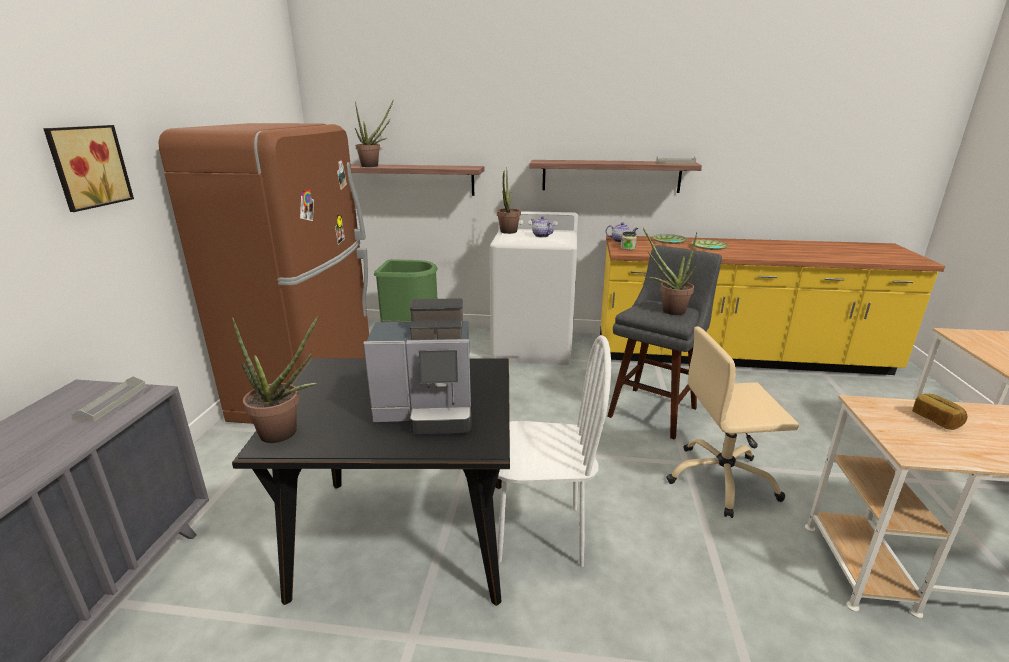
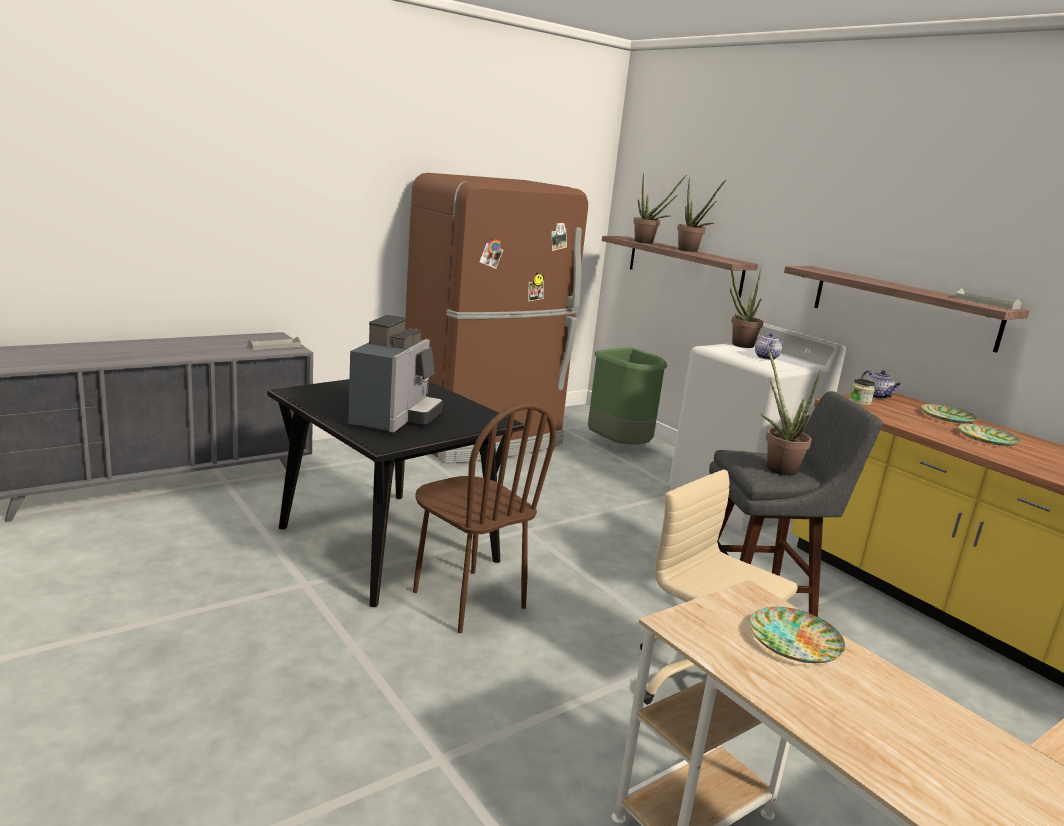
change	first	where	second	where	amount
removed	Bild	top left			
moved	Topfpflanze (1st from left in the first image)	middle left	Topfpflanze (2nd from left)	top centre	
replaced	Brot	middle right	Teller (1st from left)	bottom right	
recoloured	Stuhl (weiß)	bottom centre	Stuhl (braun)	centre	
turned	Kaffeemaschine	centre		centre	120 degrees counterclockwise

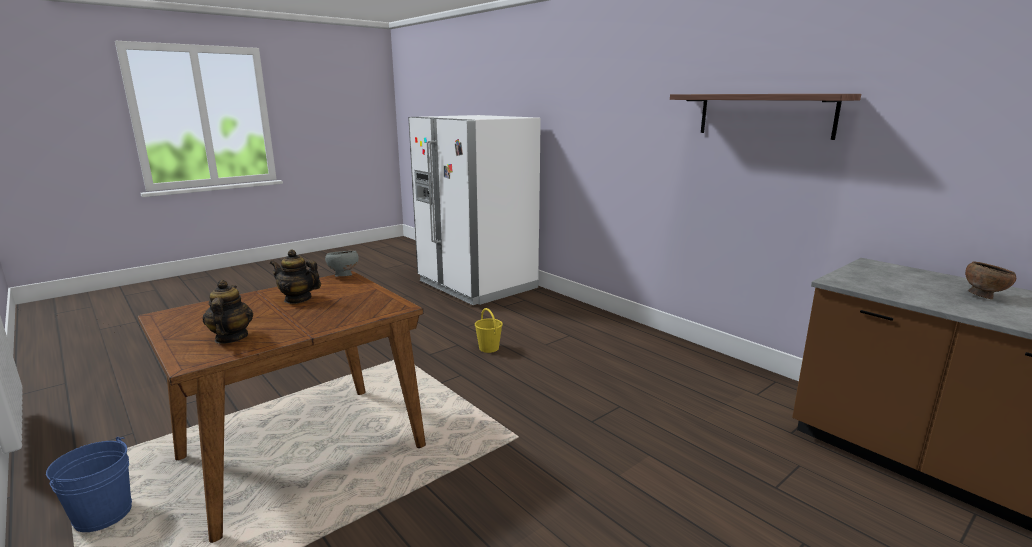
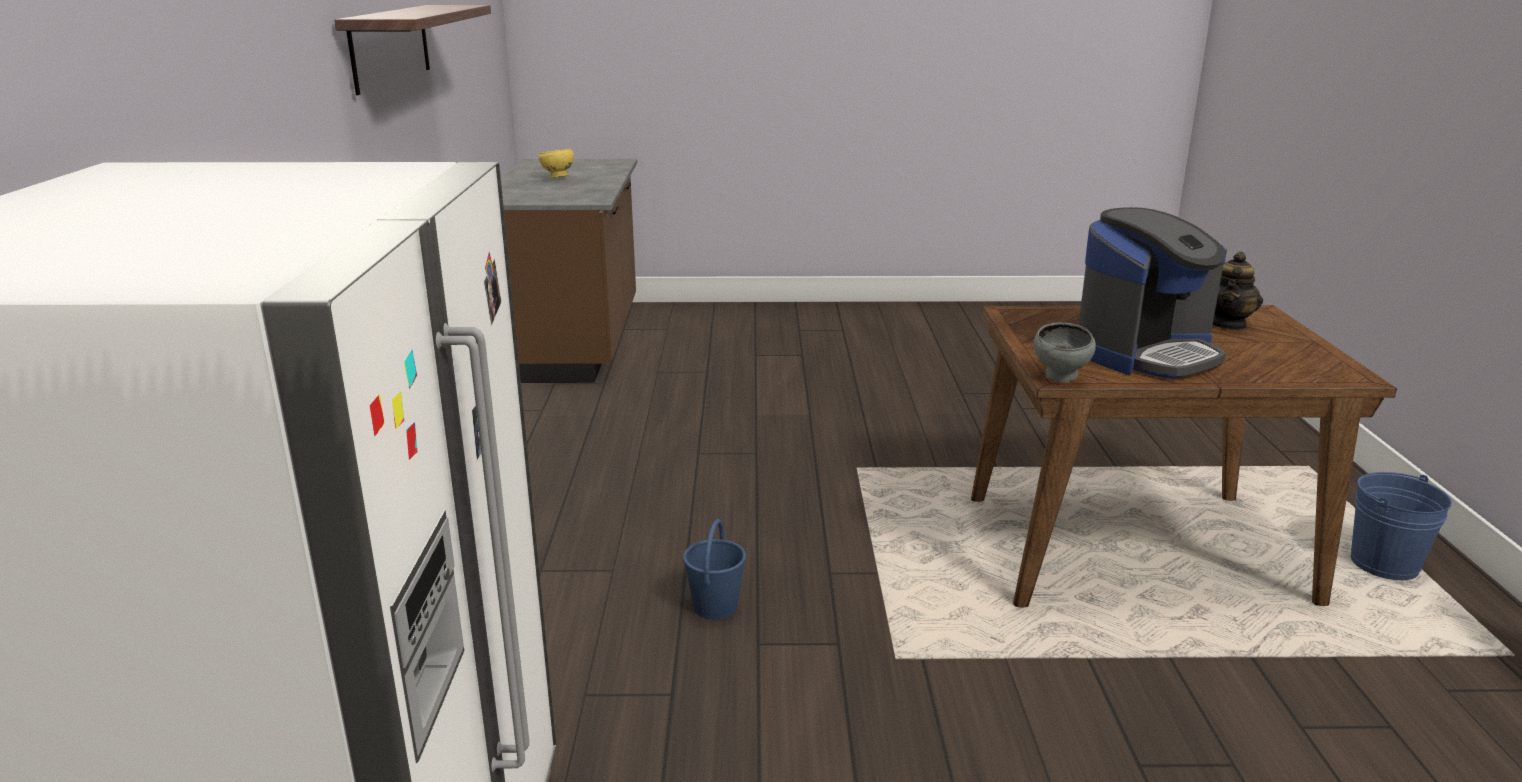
change	first	where	second	where	amount
replaced	Teekanne (2nd from left)	middle left	Kaffeemaschine	middle right	
recoloured	Eimer (gelb)	centre	Eimer (blau) (1st from left)	bottom centre	
recoloured	Schüssel (braun)	middle right	Schüssel (gelb)	top centre	

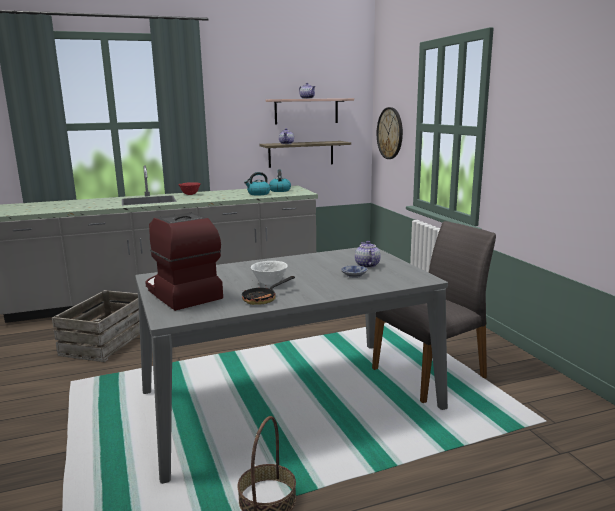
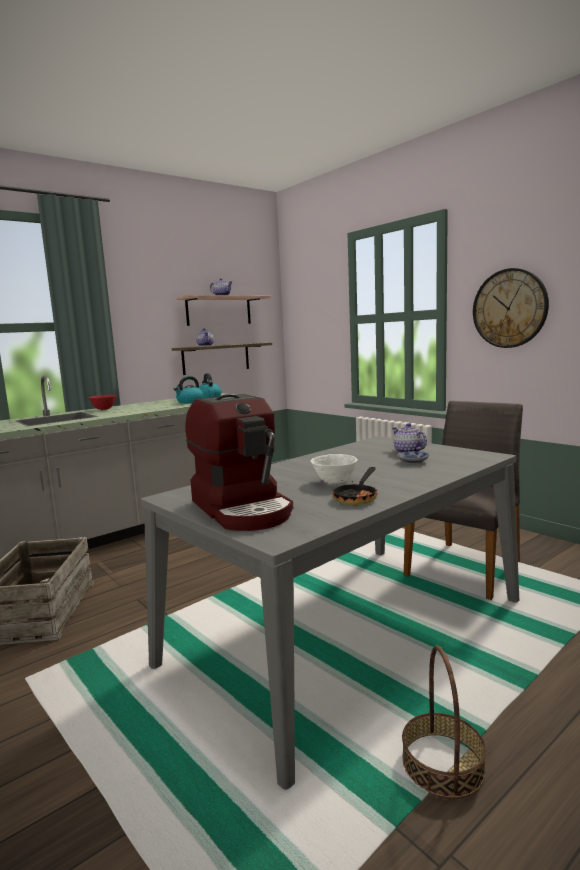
change	first	where	second	where	amount
moved	Wanduhr	top centre		middle right	
turned	Kaffeemaschine	middle left		centre	150 degrees counterclockwise

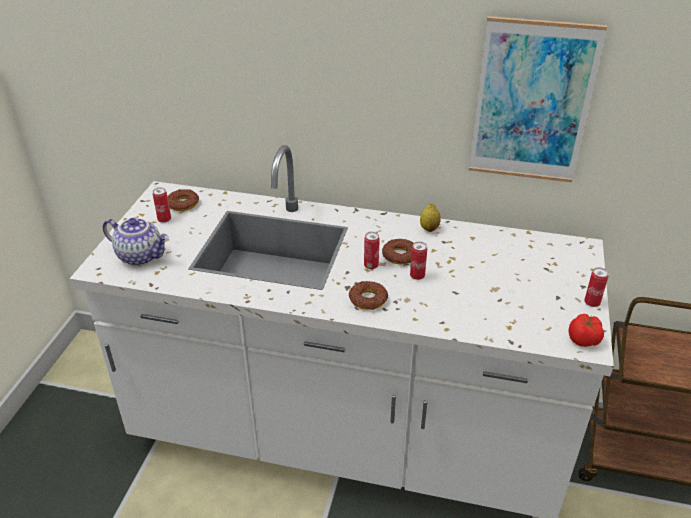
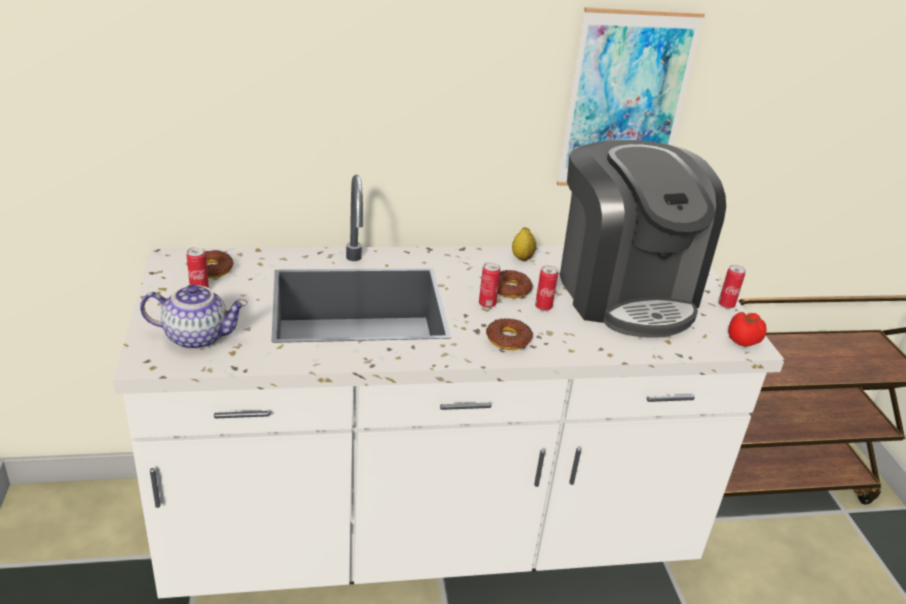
change	first	where	second	where	amount
added			Kaffeemaschine	middle right	

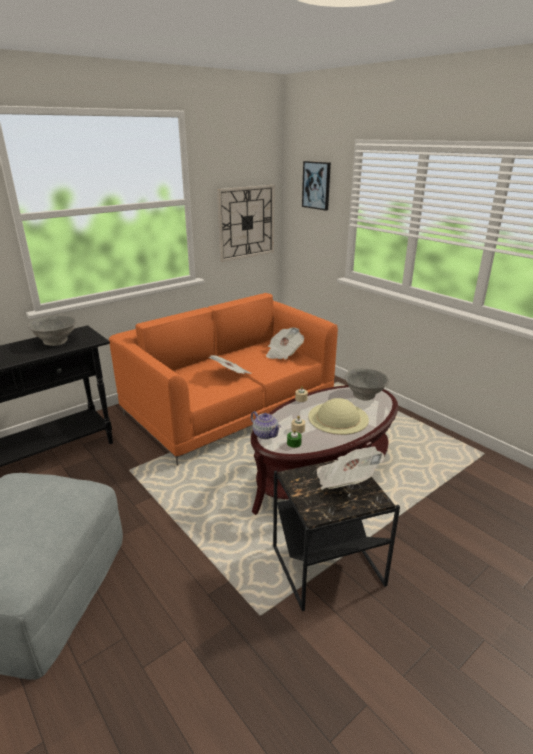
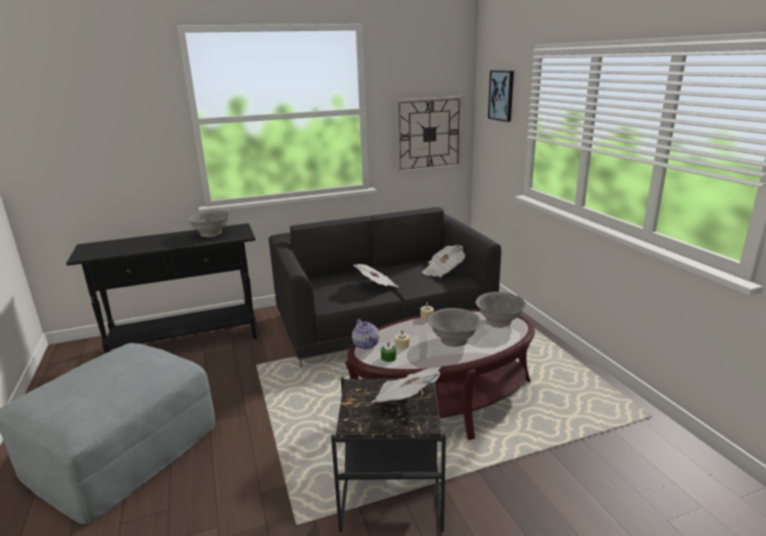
change	first	where	second	where	amount
replaced	Hut (beige)	centre	Schüssel (grau) (2nd from left)	centre	
recoloured	Sofa (orange)	centre	Sofa (schwarz)	centre	

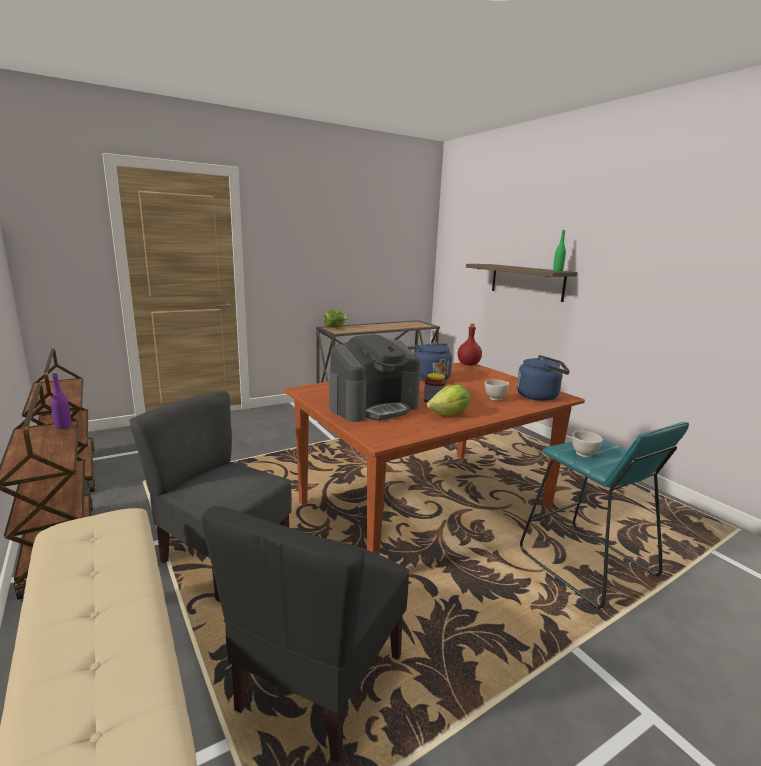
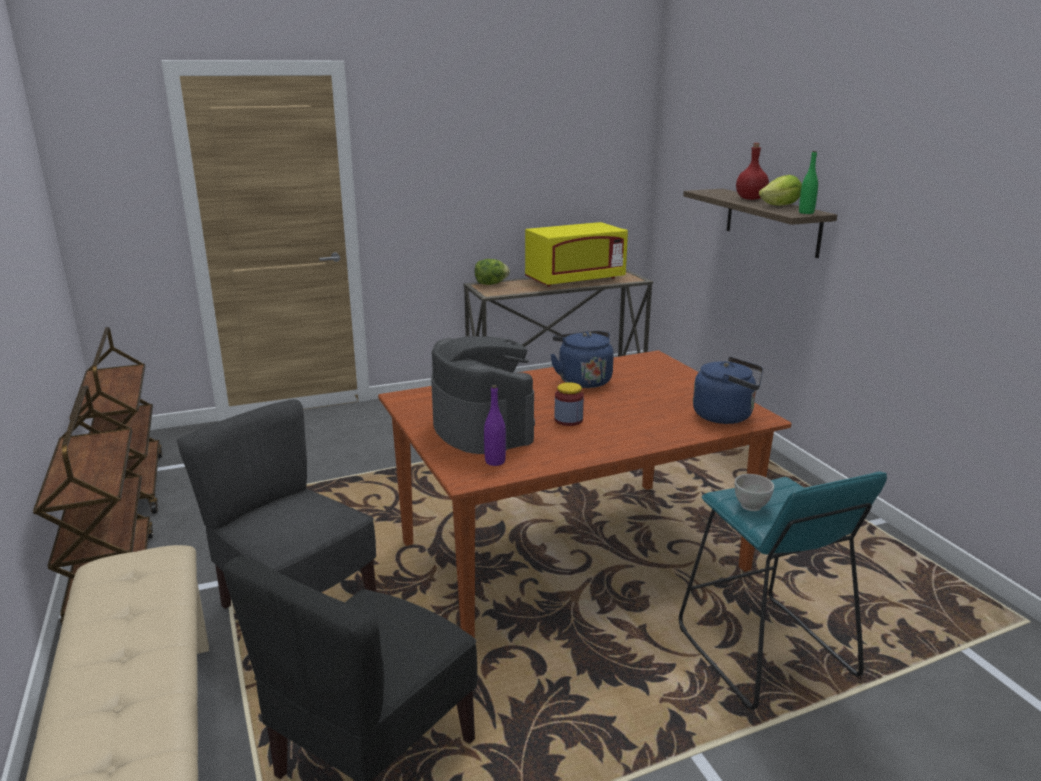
change	first	where	second	where	amount
removed	Schüssel (weiß) (1st from left)	centre			
added			Mikrowelle (gelb)	top centre	
moved	Flasche (lila)	middle left		centre	
moved	Salatkopf (2nd from left)	centre		top right	
moved	Flasche (rot)	centre		top right	
turned	Kaffeemaschine	centre		centre	90 degrees counterclockwise

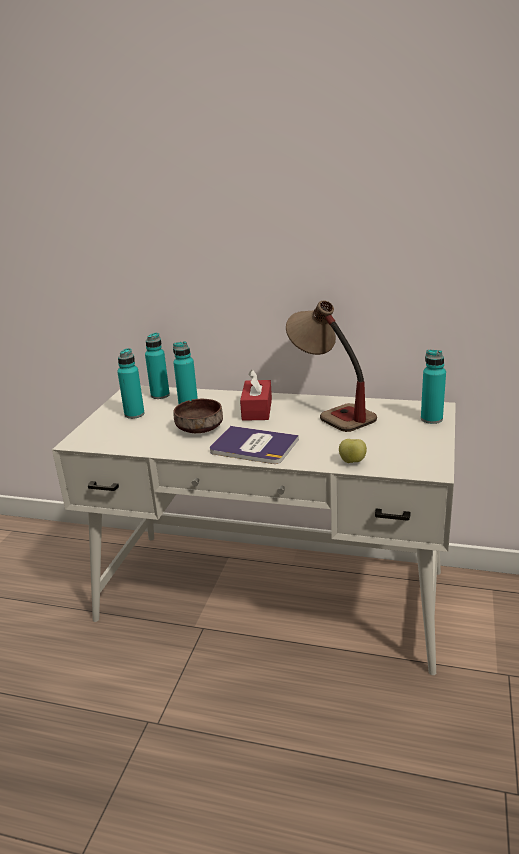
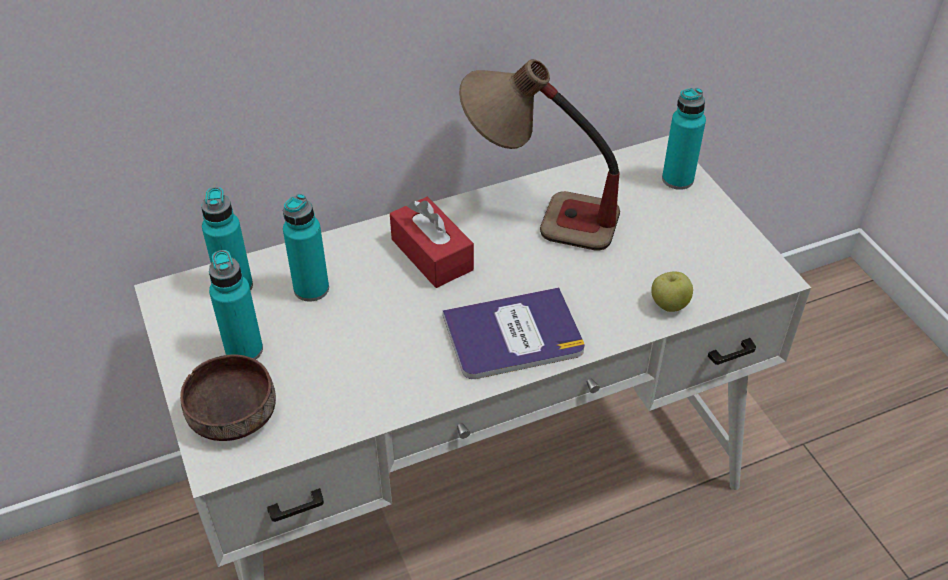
change	first	where	second	where	amount
moved	Schüssel (braun)	centre		bottom left	

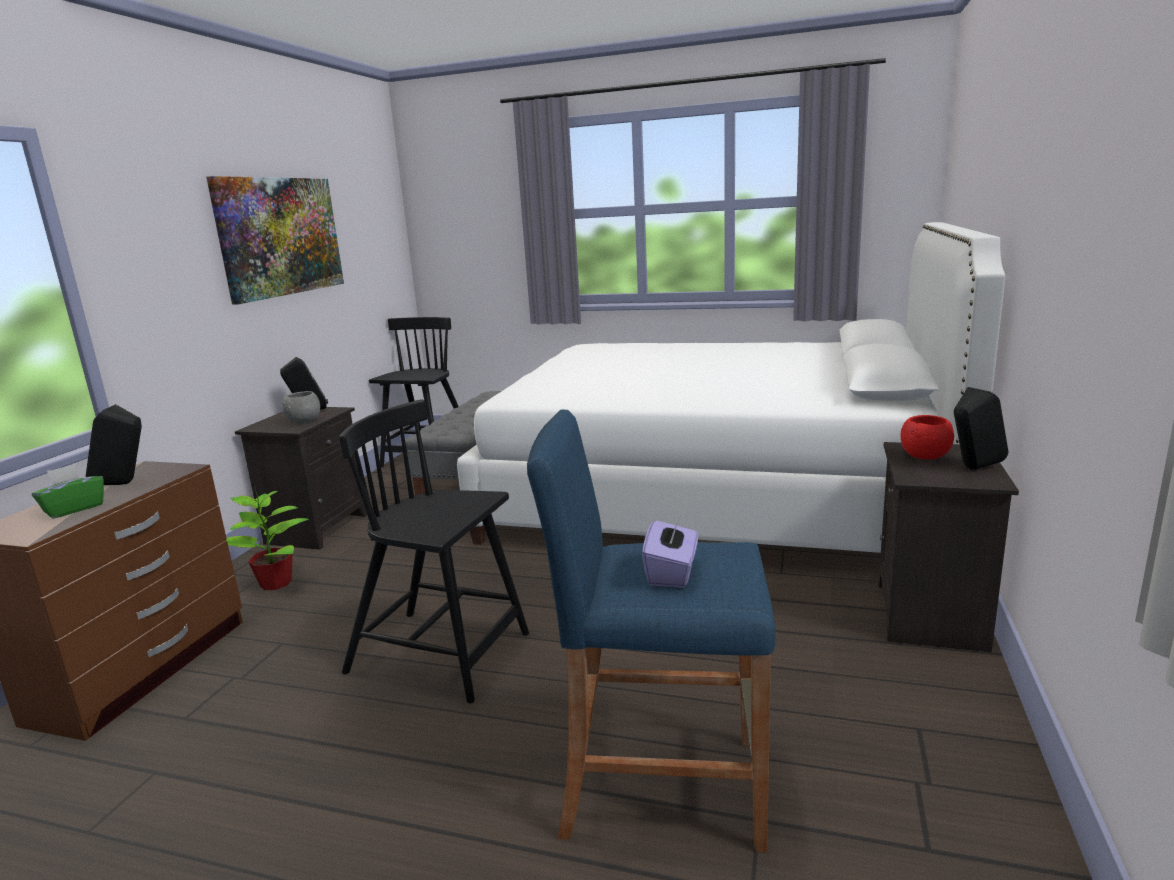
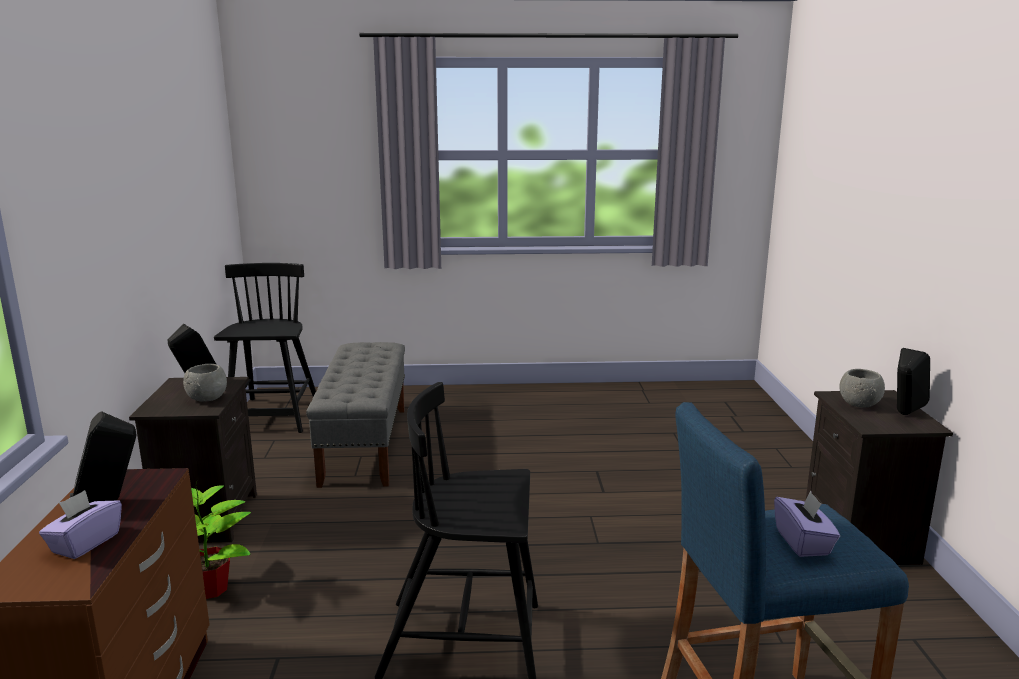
change	first	where	second	where	amount
removed	Bild	top left			
removed	Bett (weiß)	centre			
recoloured	Taschentuchbox (grün)	middle left	Taschentuchbox (lila) (1st from left)	bottom left	
recoloured	Schüssel (rot)	middle right	Schüssel (grau) (2nd from left)	middle right	

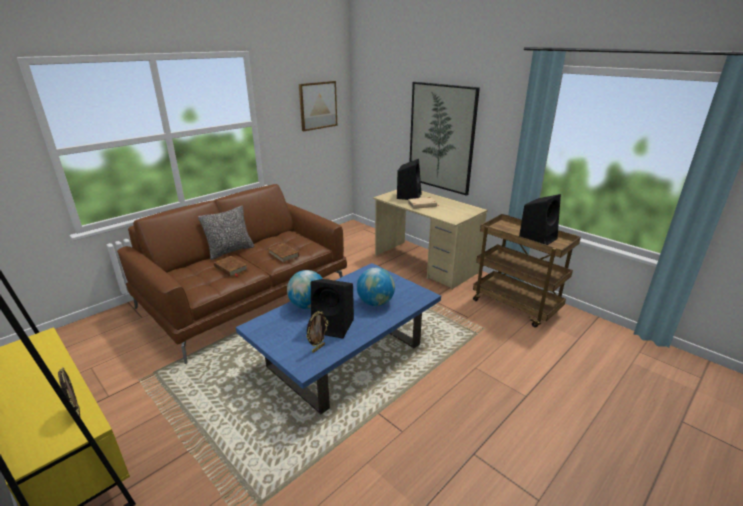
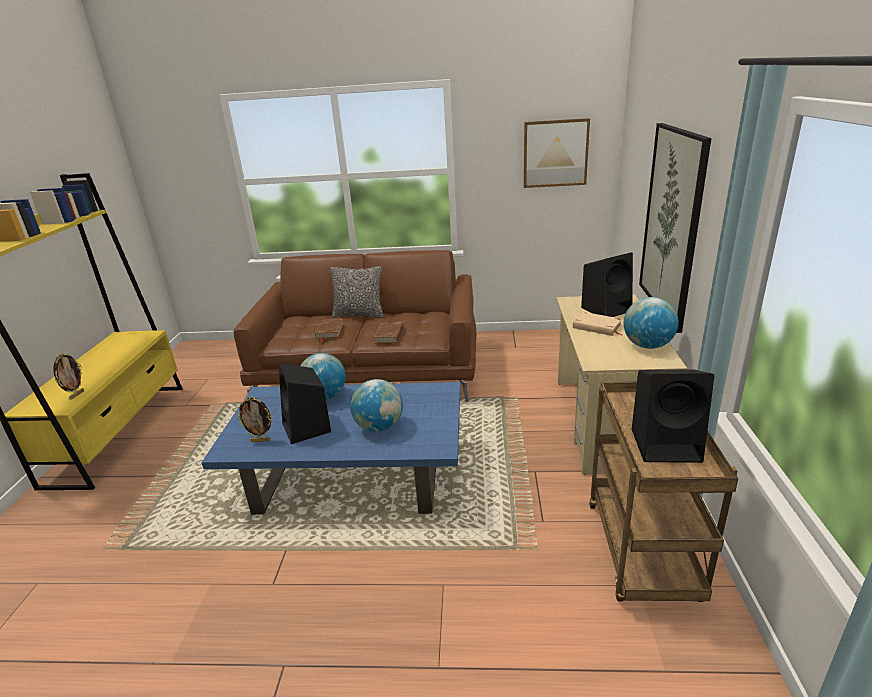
change	first	where	second	where	amount
added			Globus (3rd from left)	middle right	

